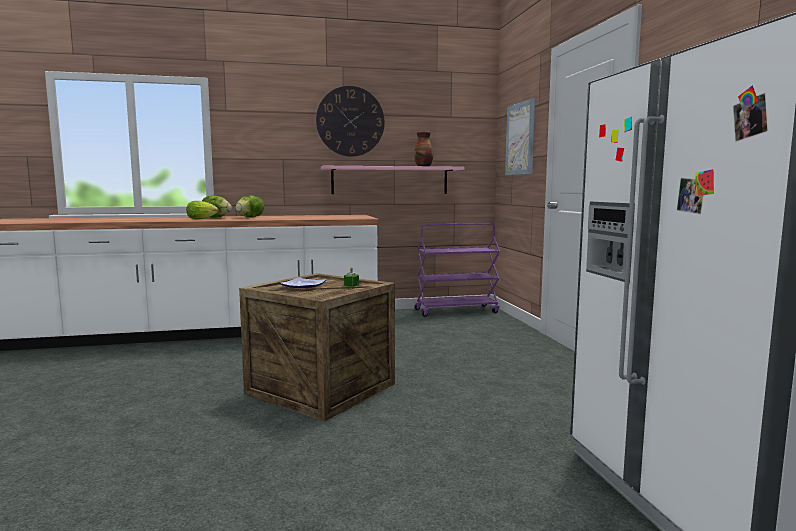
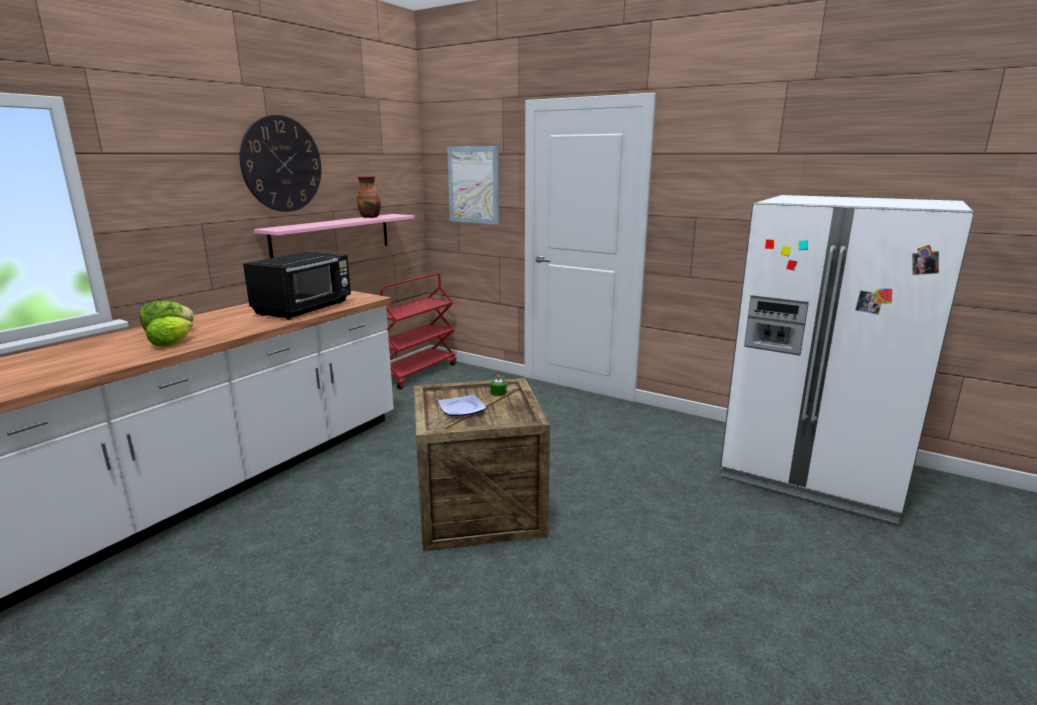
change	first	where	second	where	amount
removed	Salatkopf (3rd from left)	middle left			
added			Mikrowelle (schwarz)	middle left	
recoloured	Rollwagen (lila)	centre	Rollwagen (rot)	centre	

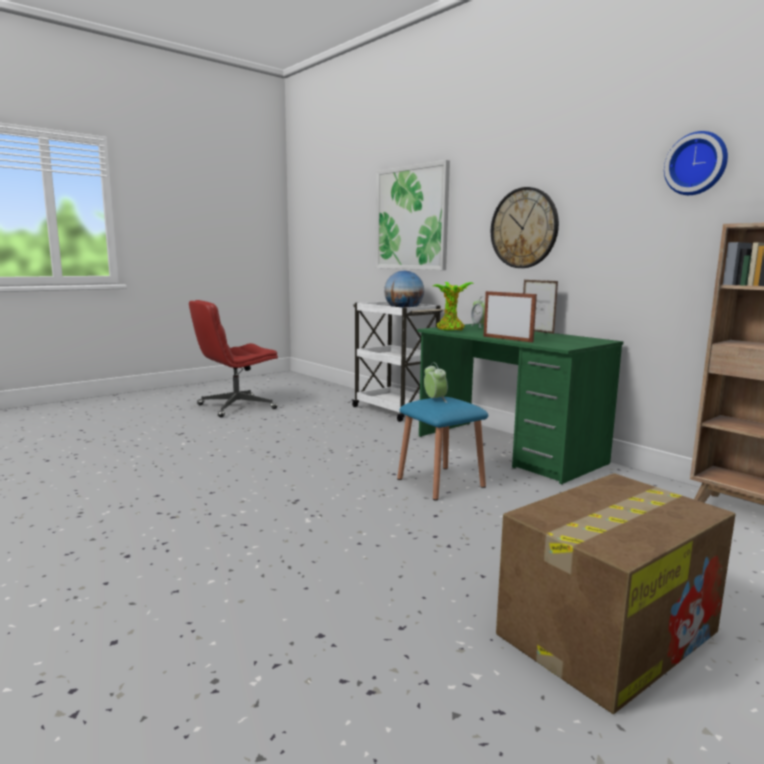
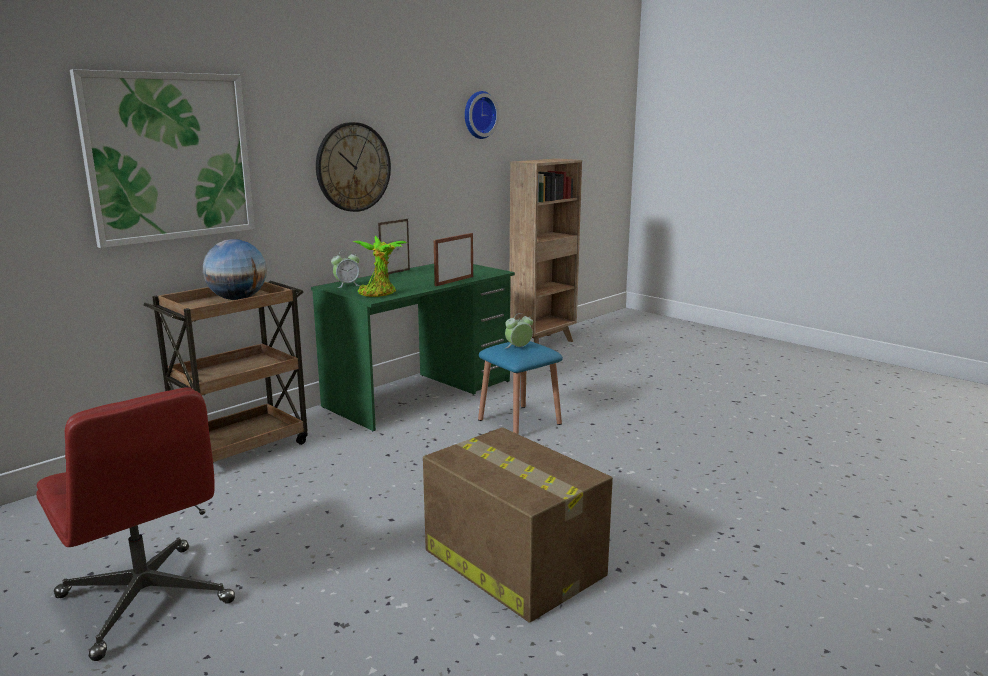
change	first	where	second	where	amount
moved	Karton	bottom right		bottom centre	
recoloured	Rollwagen (weiß)	centre	Rollwagen (braun)	middle left	

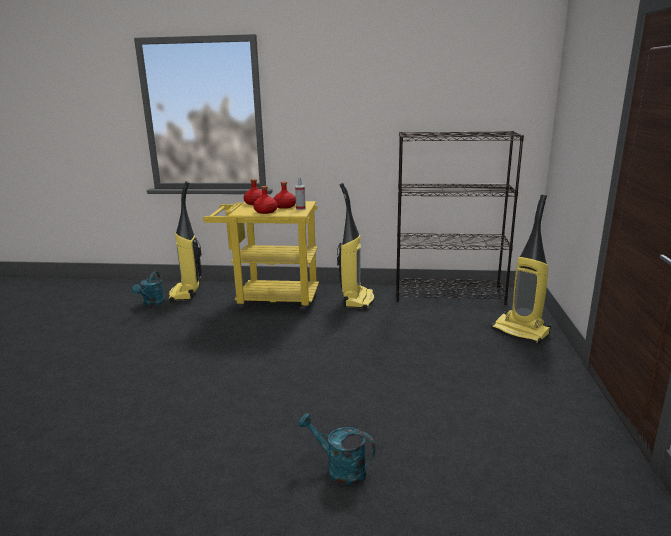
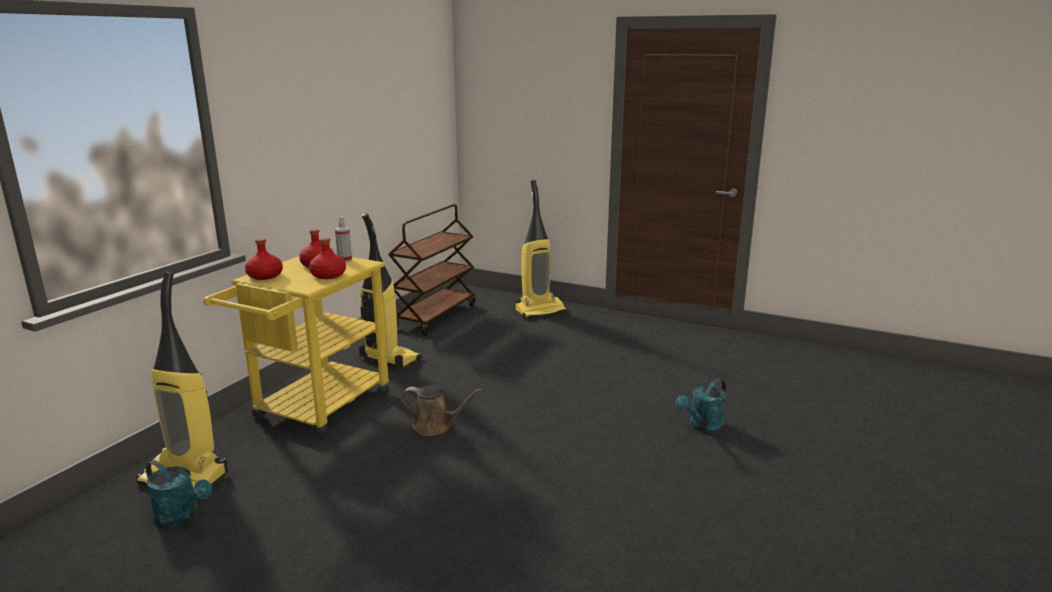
change	first	where	second	where	amount
added			Gießkanne (braun)	bottom centre	
replaced	Bücherregal (schwarz)	middle right	Rollwagen (braun)	centre	

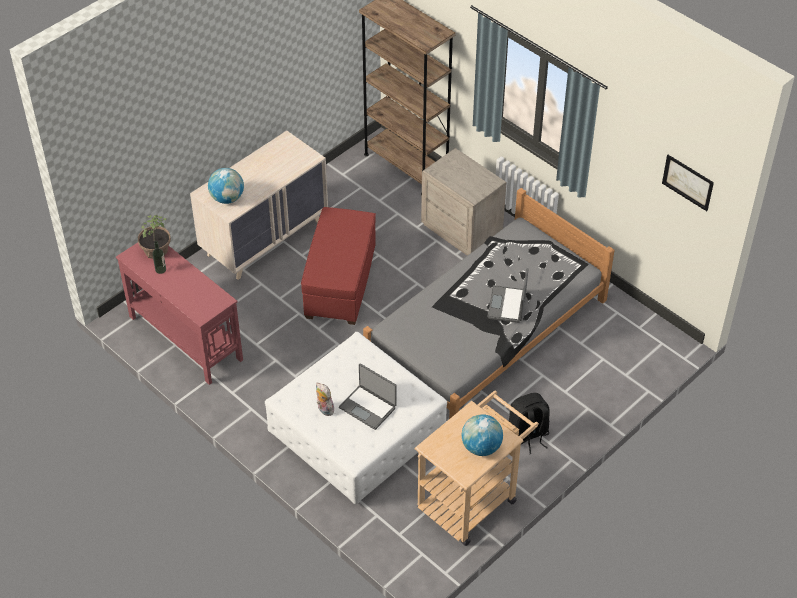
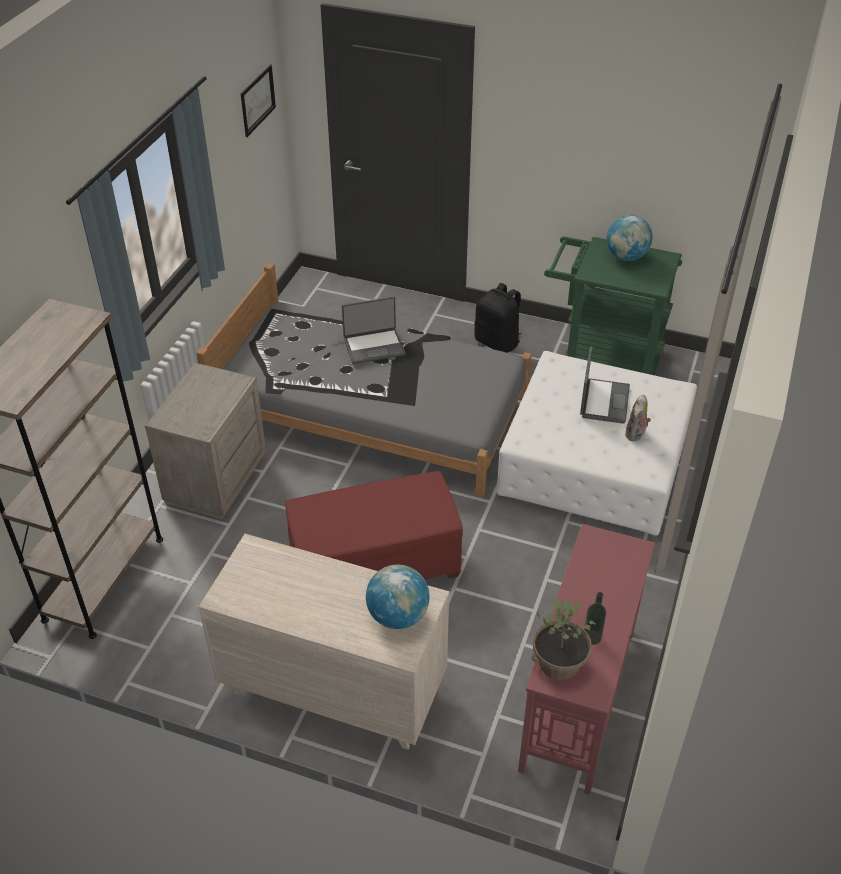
change	first	where	second	where	amount
recoloured	Rollwagen (beige)	bottom centre	Rollwagen (grün)	middle right	

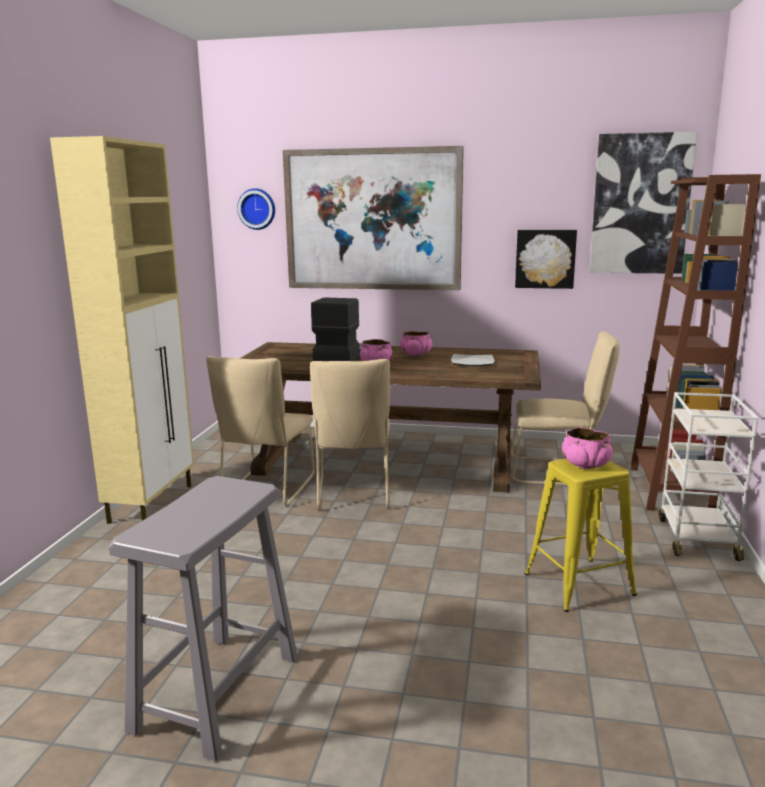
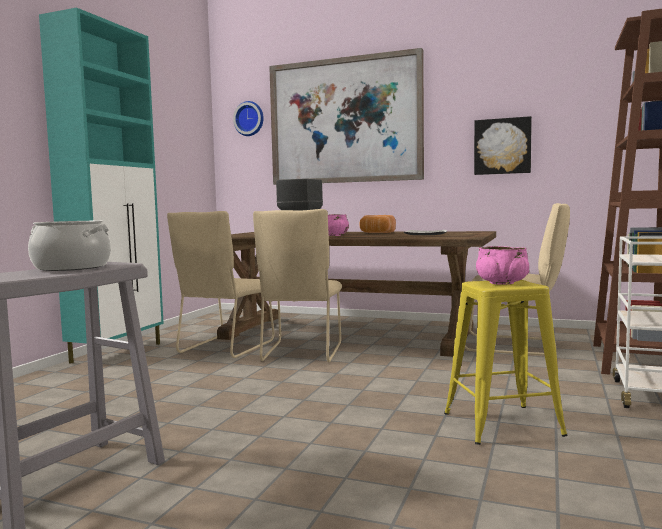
change	first	where	second	where	amount
removed	Bild (3rd from left)	top right			
added			Kochtopf	middle left	
replaced	Schüssel (rosa) (2nd from left)	centre	Brot	centre	
recoloured	Schrank (beige)	middle left	Schrank (türkis)	middle left	

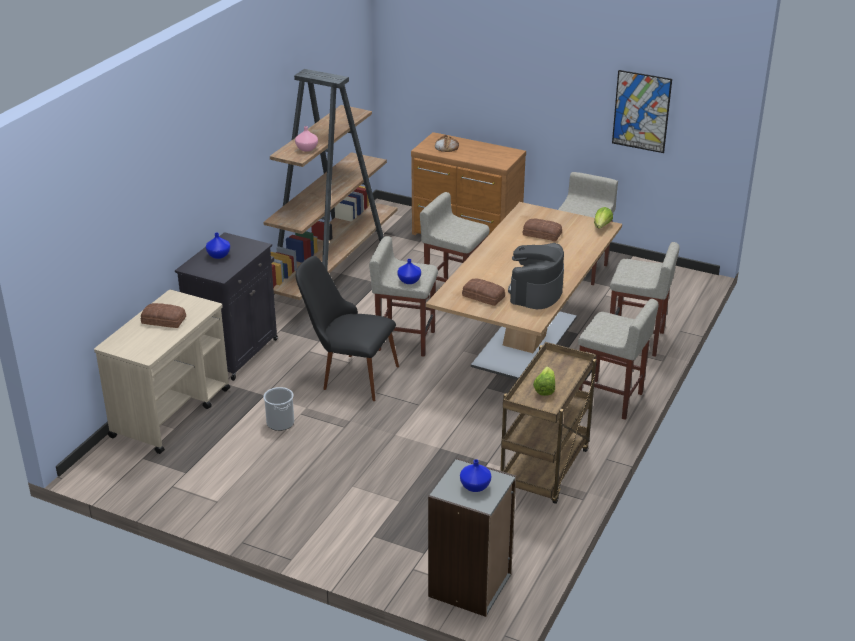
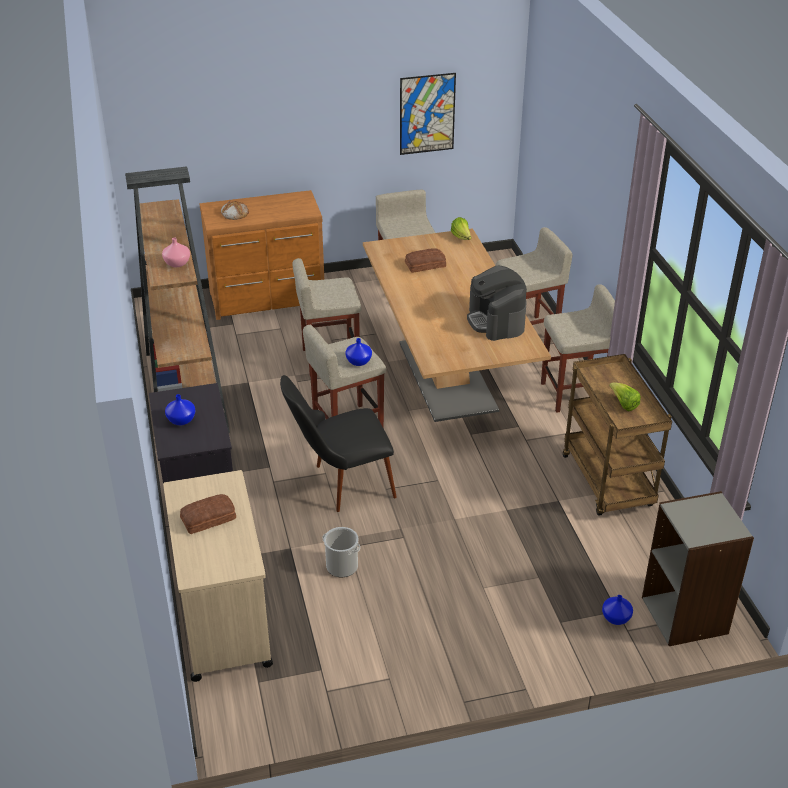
change	first	where	second	where	amount
removed	Brot (3rd from left)	centre			
moved	Vase (blau) (3rd from left)	bottom centre		bottom right	

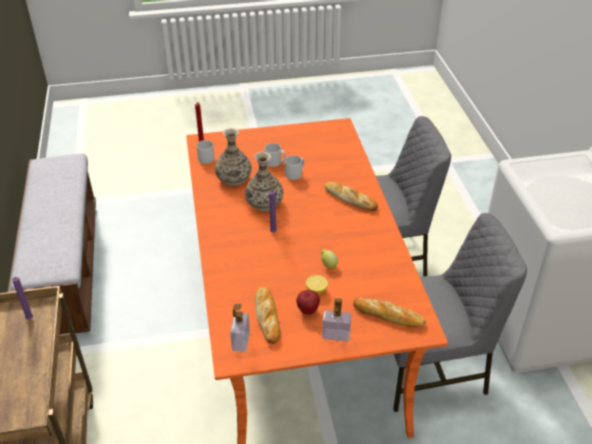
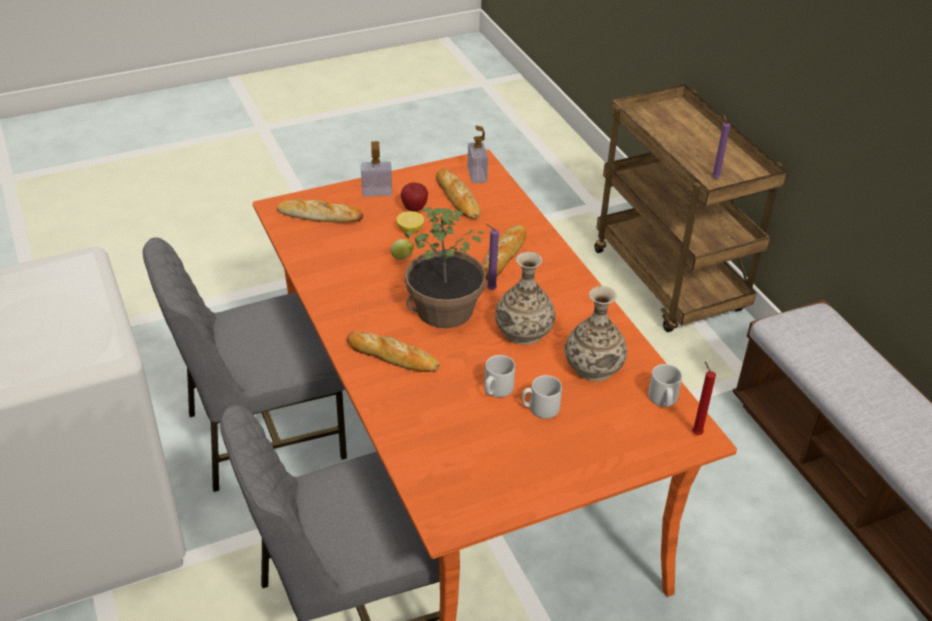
change	first	where	second	where	amount
added			Topfpflanze	centre	
added			Brot (4th from left)	centre	

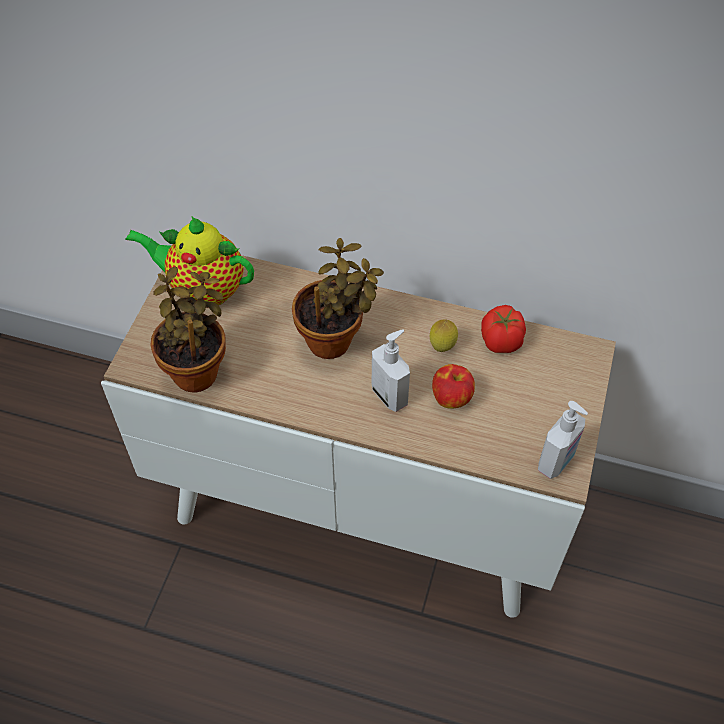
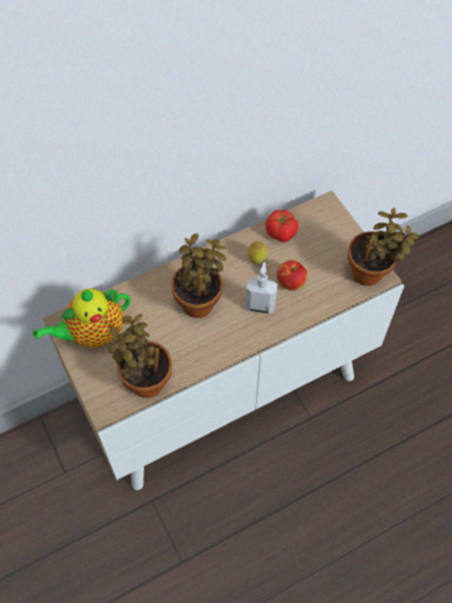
change	first	where	second	where	amount
replaced	Seifenspender (2nd from left)	middle right	Topfpflanze (3rd from left)	middle right	

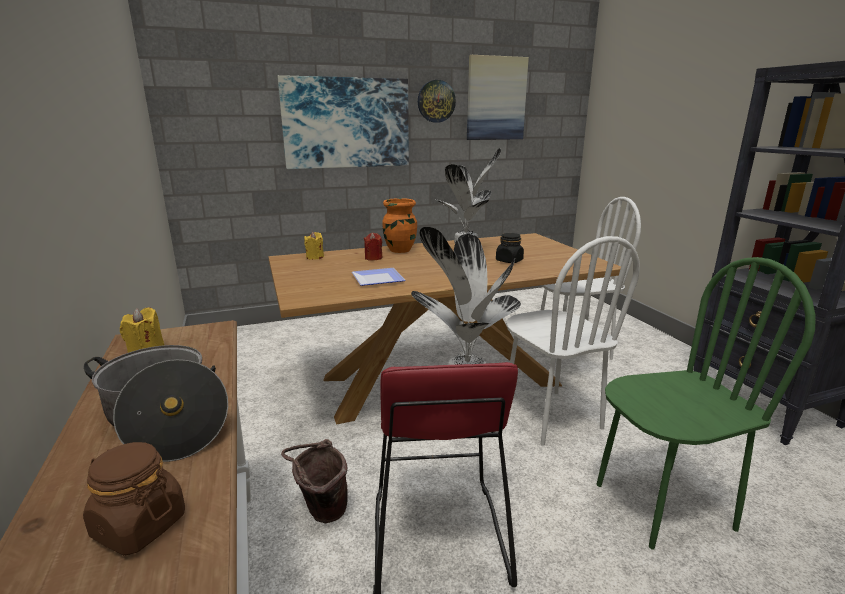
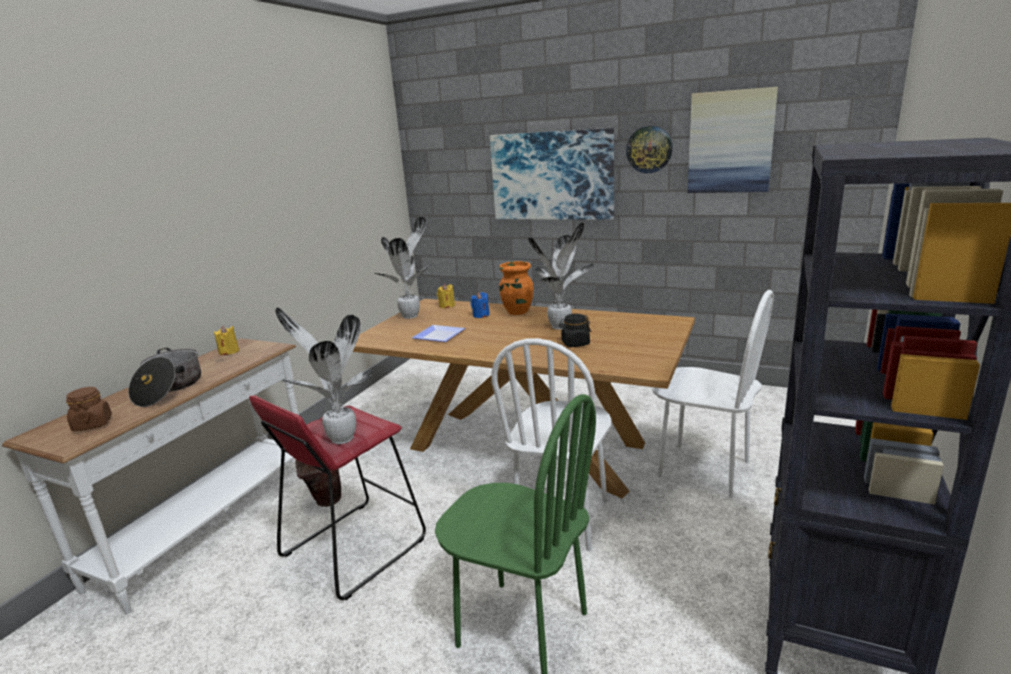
change	first	where	second	where	amount
added			Topfpflanze (2nd from left)	centre	
recoloured	Kerze (rot)	centre	Kerze (blau)	centre	

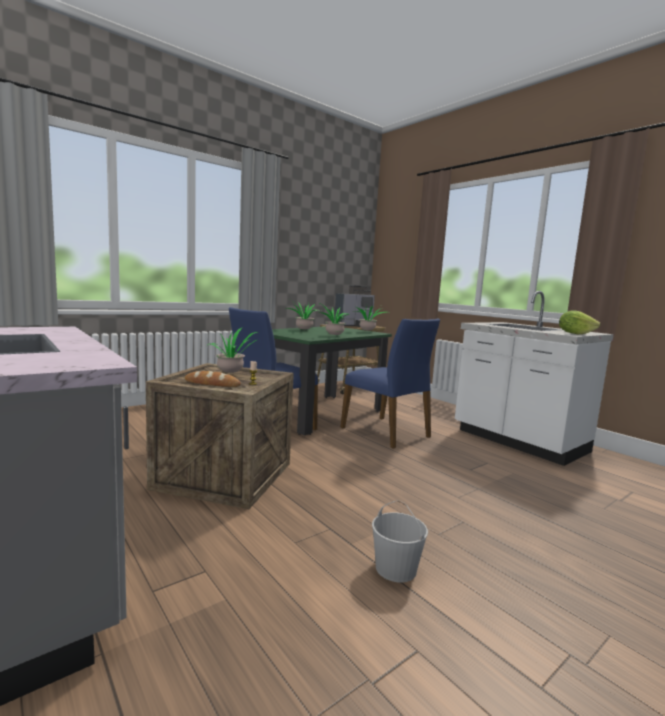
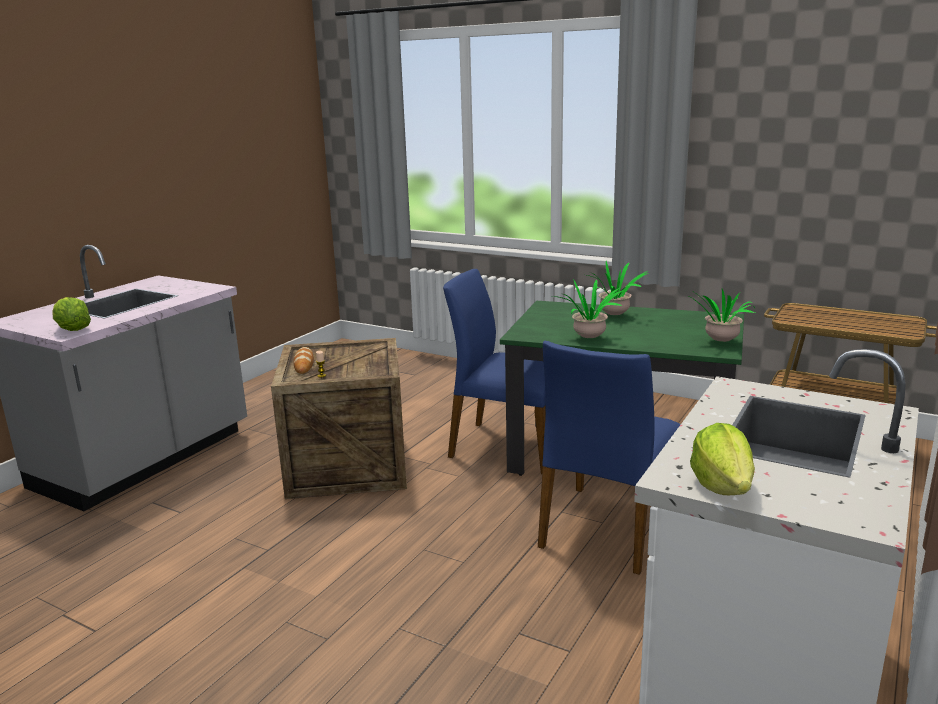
change	first	where	second	where	amount
removed	Topfpflanze (1st from left)	centre			
removed	Kaffeemaschine	centre			
removed	Eimer (weiß)	bottom centre			
added			Salatkopf (1st from left)	middle left	

